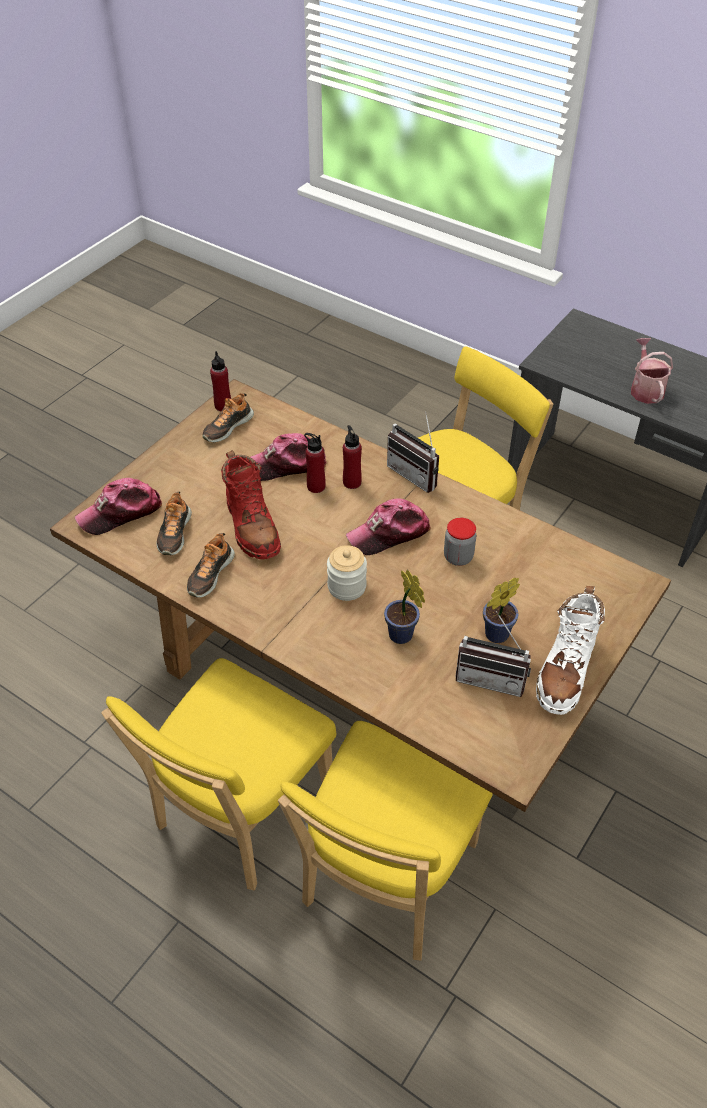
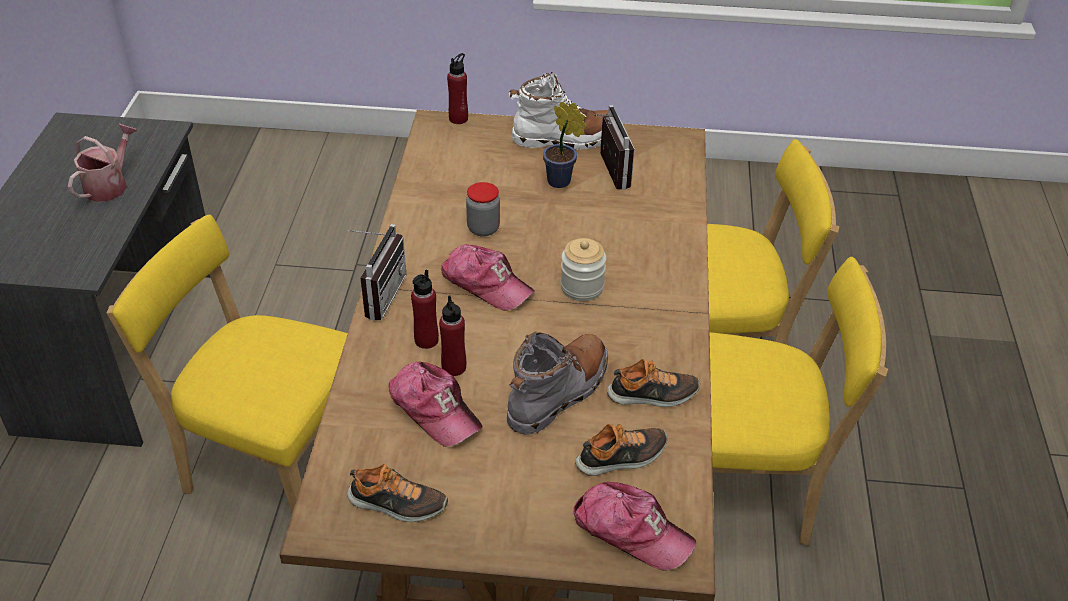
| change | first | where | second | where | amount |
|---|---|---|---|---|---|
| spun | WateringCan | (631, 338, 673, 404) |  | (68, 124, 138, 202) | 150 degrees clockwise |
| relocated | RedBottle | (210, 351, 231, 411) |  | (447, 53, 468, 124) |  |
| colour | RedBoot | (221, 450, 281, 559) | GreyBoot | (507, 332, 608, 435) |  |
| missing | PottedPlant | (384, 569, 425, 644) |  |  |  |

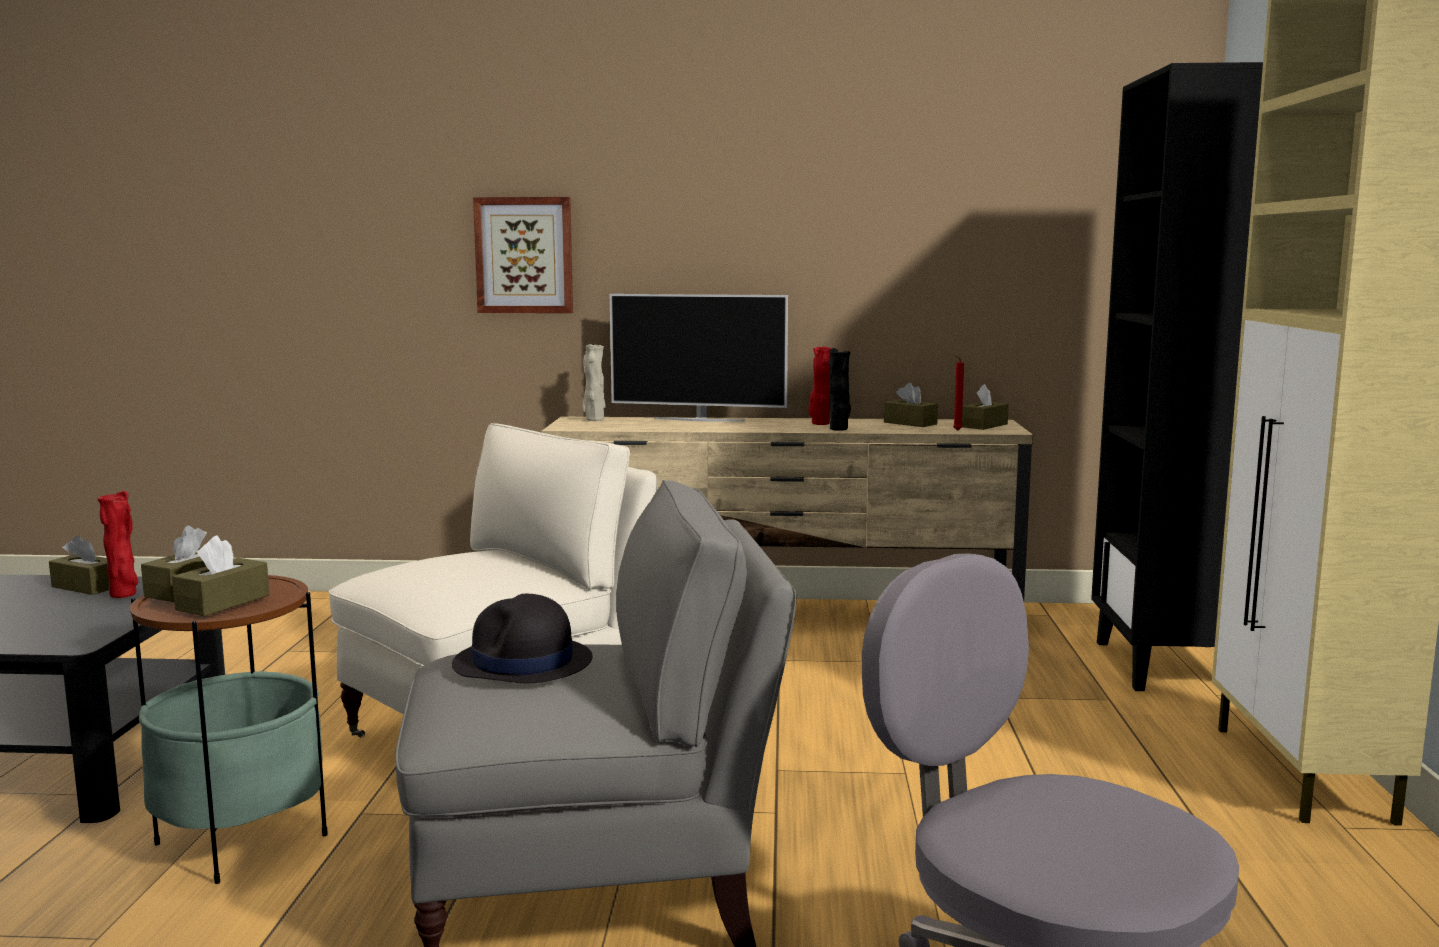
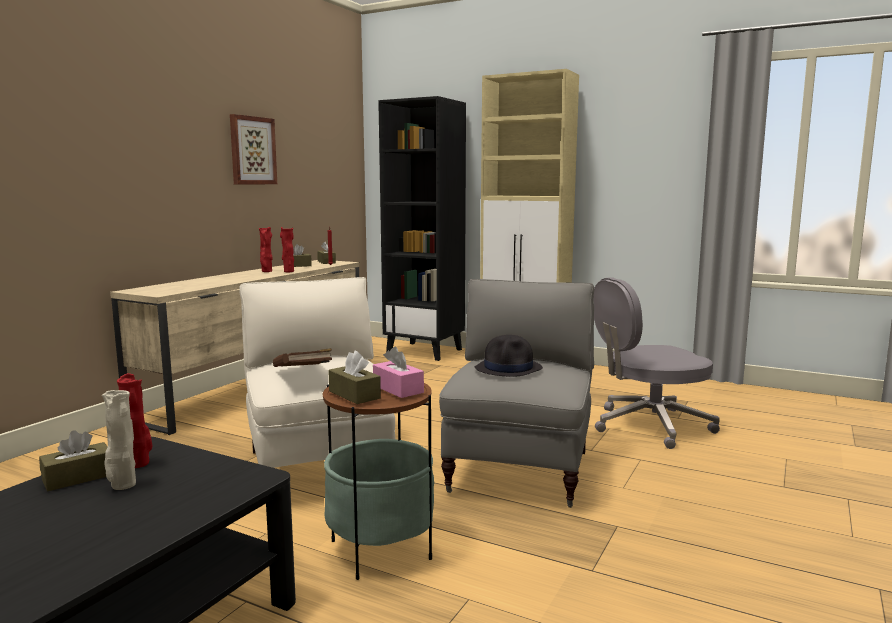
| change | first | where | second | where | amount |
|---|---|---|---|---|---|
| relocated | Picture | (473, 197, 573, 313) |  | (230, 114, 277, 184) |  |
| missing | Television | (610, 294, 788, 422) |  |  |  |
| relocated | BeigeVase | (583, 344, 605, 421) |  | (102, 390, 136, 490) |  |
| colour | BlackVase | (828, 348, 851, 431) | RedVase | (280, 227, 294, 272) |  |
| colour | BrownTissueBox | (172, 535, 269, 616) | PinkTissueBox | (373, 347, 424, 398) |  |
| appeared |  |  | BrownBook | (273, 348, 332, 367) |  |

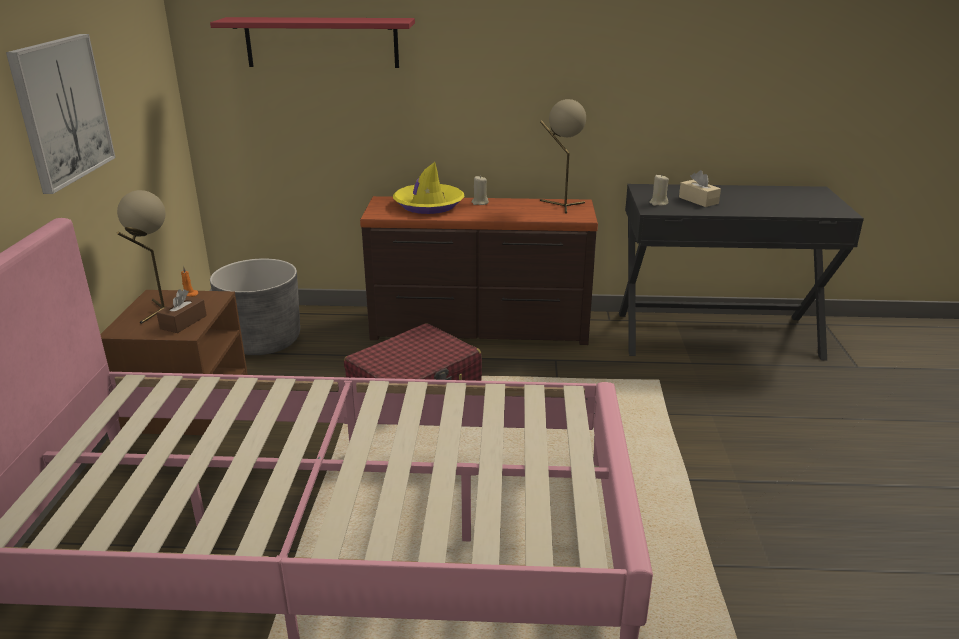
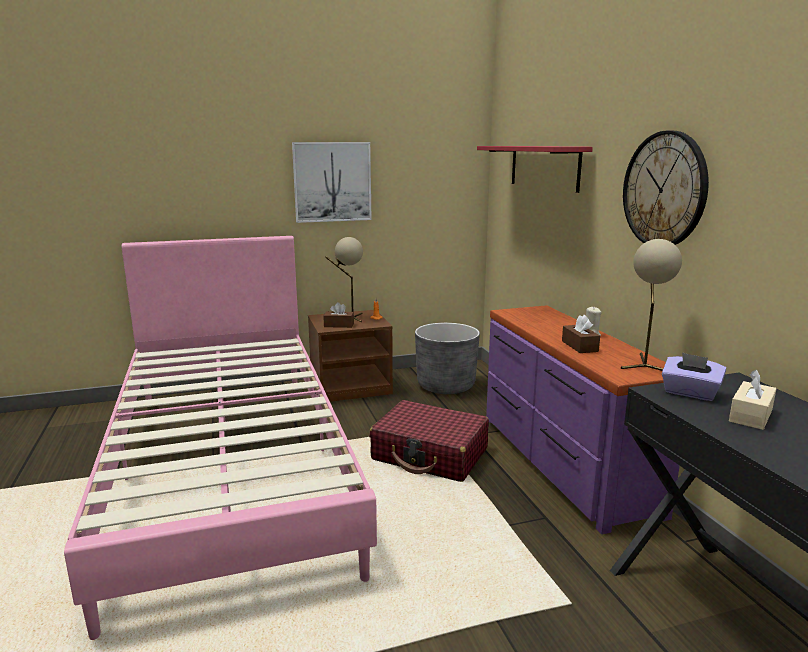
| change | first | where | second | where | amount |
|---|---|---|---|---|---|
| missing | YellowHat | (393, 162, 465, 214) |  |  |  |
| exchanged | BeigeCandle | (649, 175, 669, 206) | PurpleTissueBox | (662, 352, 726, 401) |  |
| colour | BrownDresser | (360, 196, 598, 345) | PurpleDresser | (486, 305, 680, 534) |  |
| appeared |  |  | WallClock | (623, 130, 709, 245) |  |
| appeared |  |  | BrownTissueBox | (562, 315, 600, 353) |  |

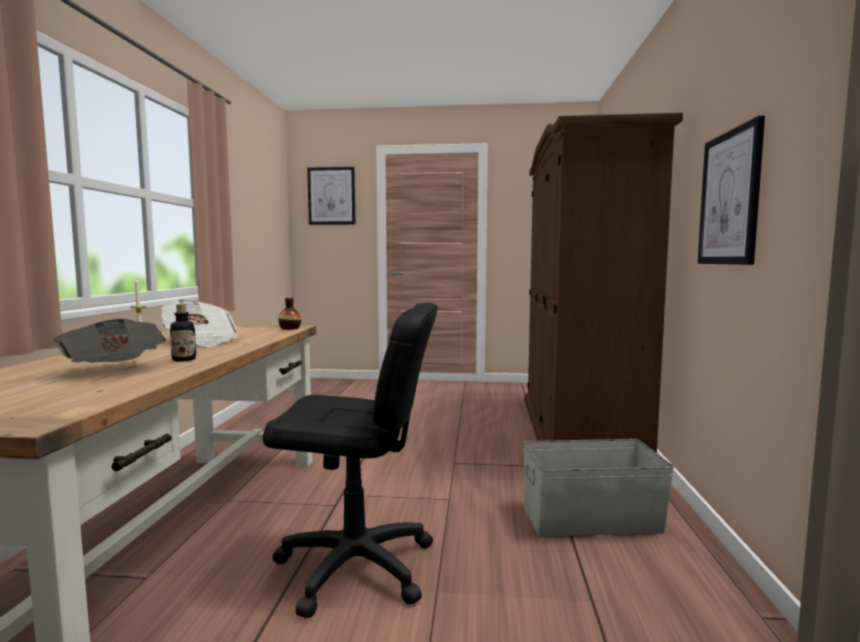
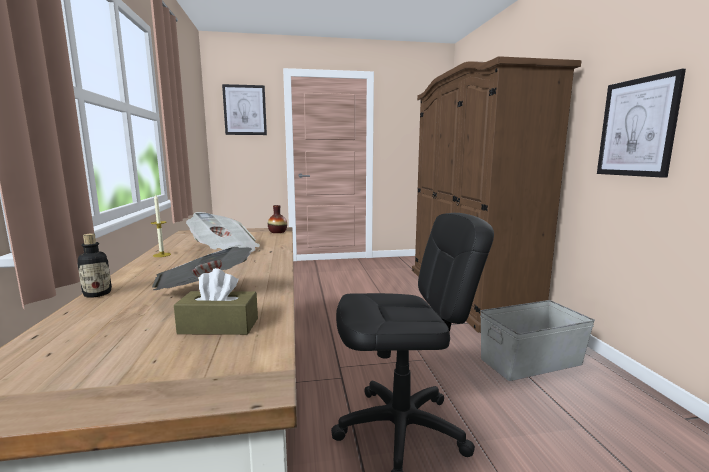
| change | first | where | second | where | amount |
|---|---|---|---|---|---|
| relocated | Bottle | (170, 304, 196, 362) |  | (77, 233, 112, 298) |  |
| appeared |  |  | BrownTissueBox | (174, 268, 258, 335) |  |

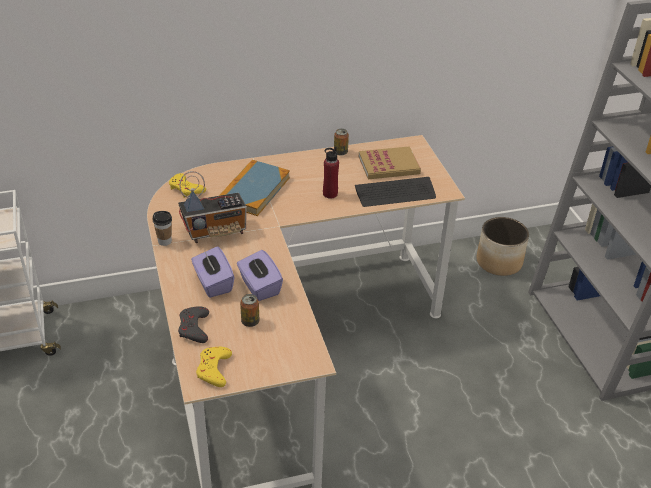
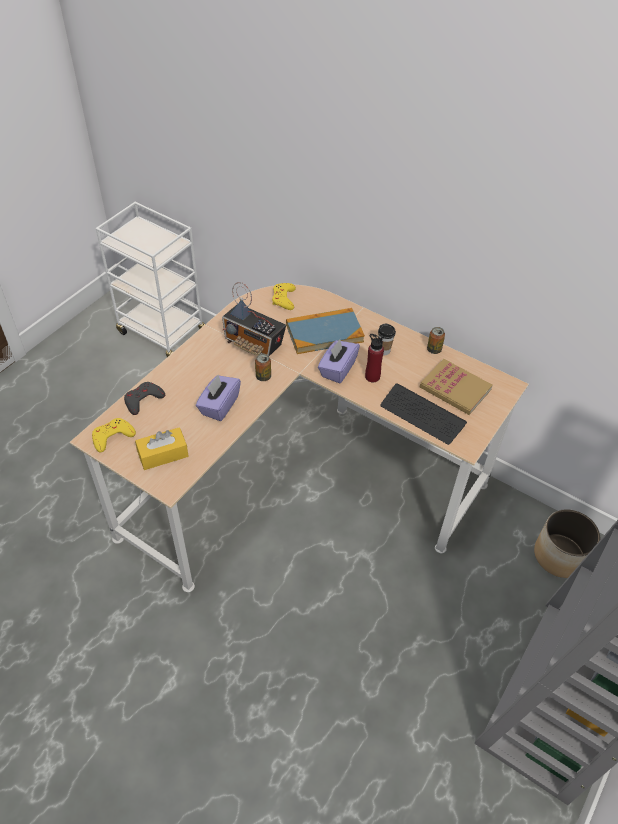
| change | first | where | second | where | amount |
|---|---|---|---|---|---|
| relocated | Cup | (152, 211, 172, 246) |  | (378, 324, 396, 355) |  |
| relocated | PurpleTissueBox | (191, 247, 234, 298) |  | (318, 339, 360, 383) |  |
| relocated | Can | (240, 294, 259, 327) |  | (255, 354, 271, 381) |  |
| appeared |  |  | YellowTissueBox | (135, 427, 189, 470) |  |

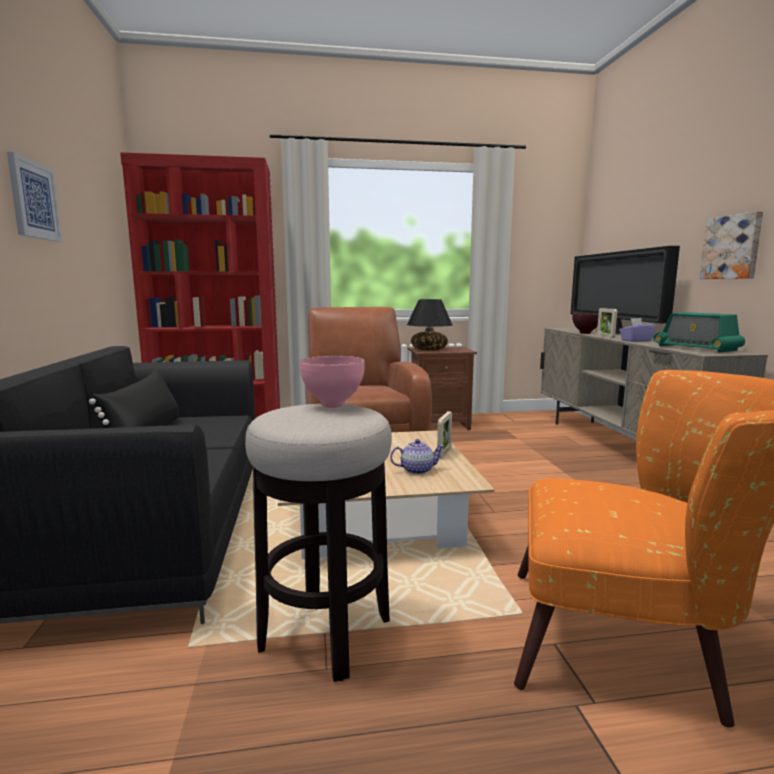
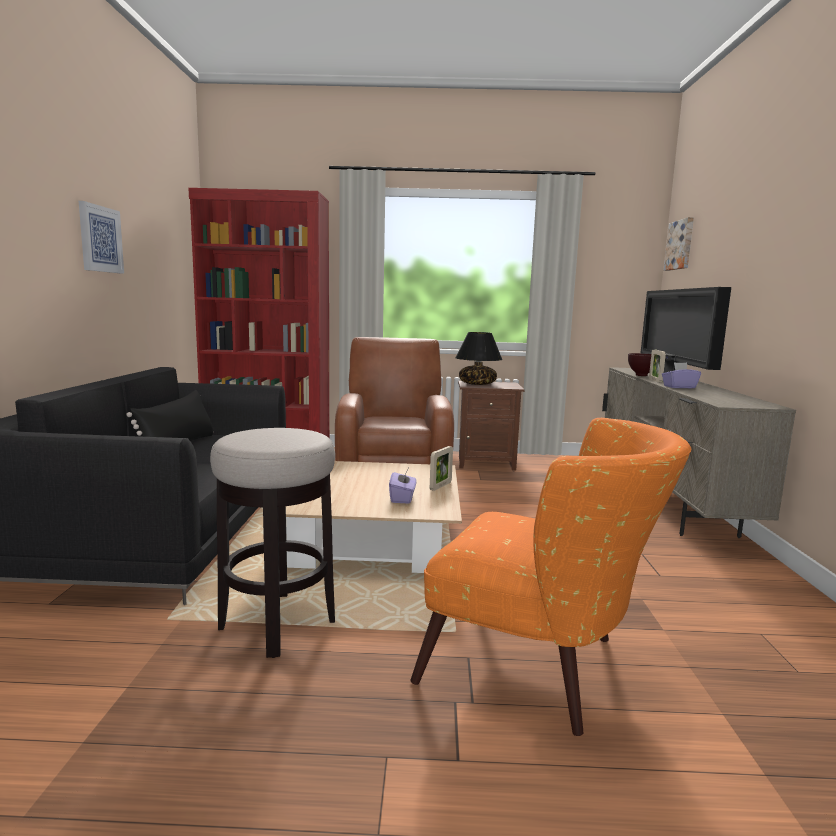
| change | first | where | second | where | amount |
|---|---|---|---|---|---|
| relocated | Picture | (699, 211, 763, 279) |  | (664, 217, 694, 271) |  |
| missing | Radio | (653, 312, 745, 353) |  |  |  |
| missing | PinkBowl | (300, 356, 365, 408) |  |  |  |
| exchanged | Teapot | (390, 439, 444, 474) | PurpleTissueBox | (389, 469, 417, 504) |  |

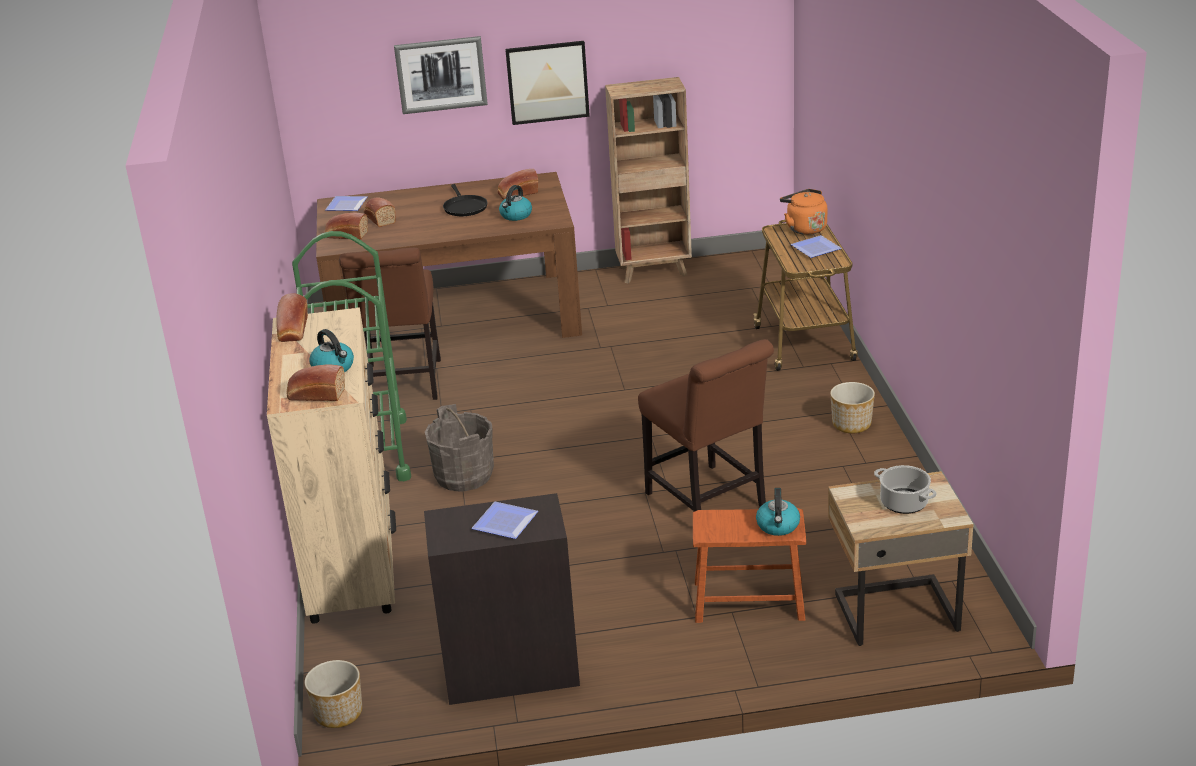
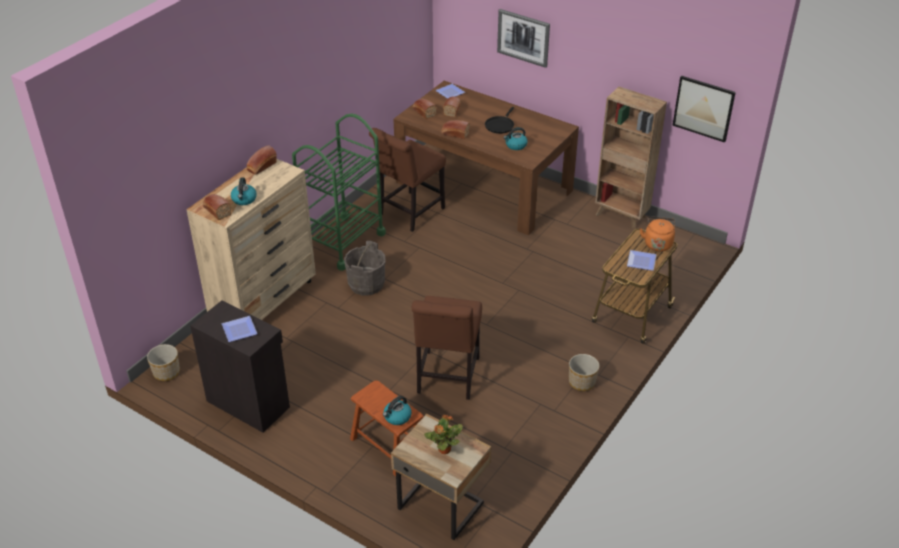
| change | first | where | second | where | amount |
|---|---|---|---|---|---|
| relocated | Picture | (505, 41, 590, 125) |  | (672, 76, 736, 143) |  |
| relocated | Bread | (498, 169, 538, 200) |  | (441, 120, 470, 139) |  |
| exchanged | CookingPot | (874, 465, 937, 514) | PottedPlant | (424, 415, 463, 454) |  |

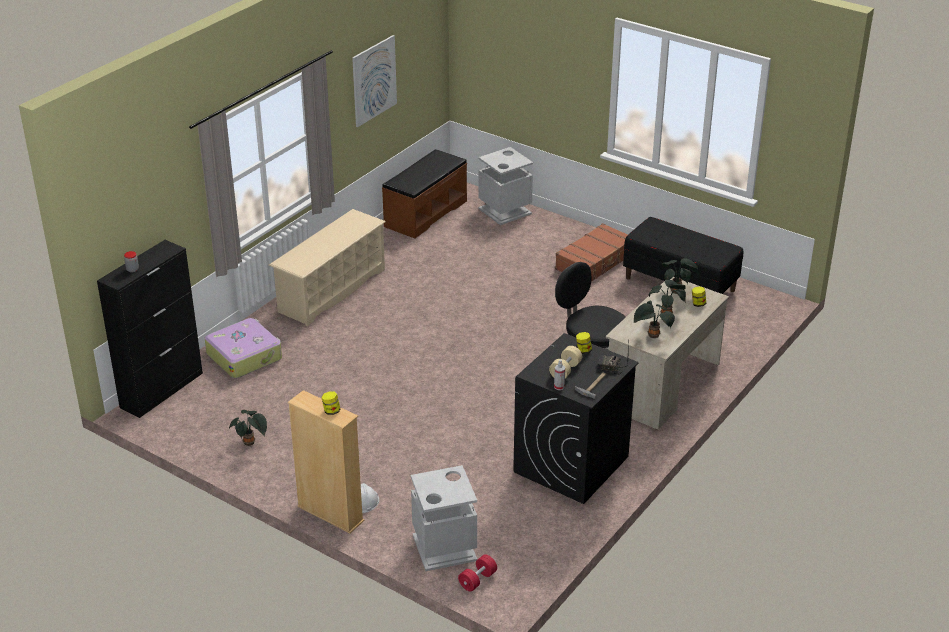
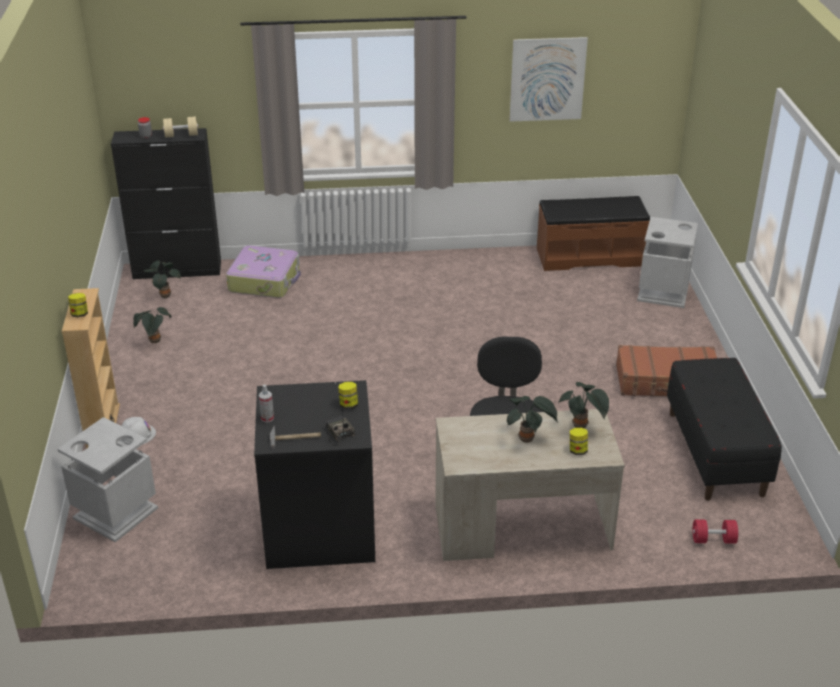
| change | first | where | second | where | amount |
|---|---|---|---|---|---|
| missing | BeigeShoeRack | (269, 209, 386, 326) |  |  |  |
| relocated | PottedPlant | (634, 301, 675, 338) |  | (143, 260, 181, 299) |  |
| relocated | BeigeDumbbell | (549, 346, 582, 379) |  | (163, 116, 198, 137) |  |
| relocated | RedDumbbell | (458, 554, 497, 591) |  | (693, 520, 738, 544) |  |

